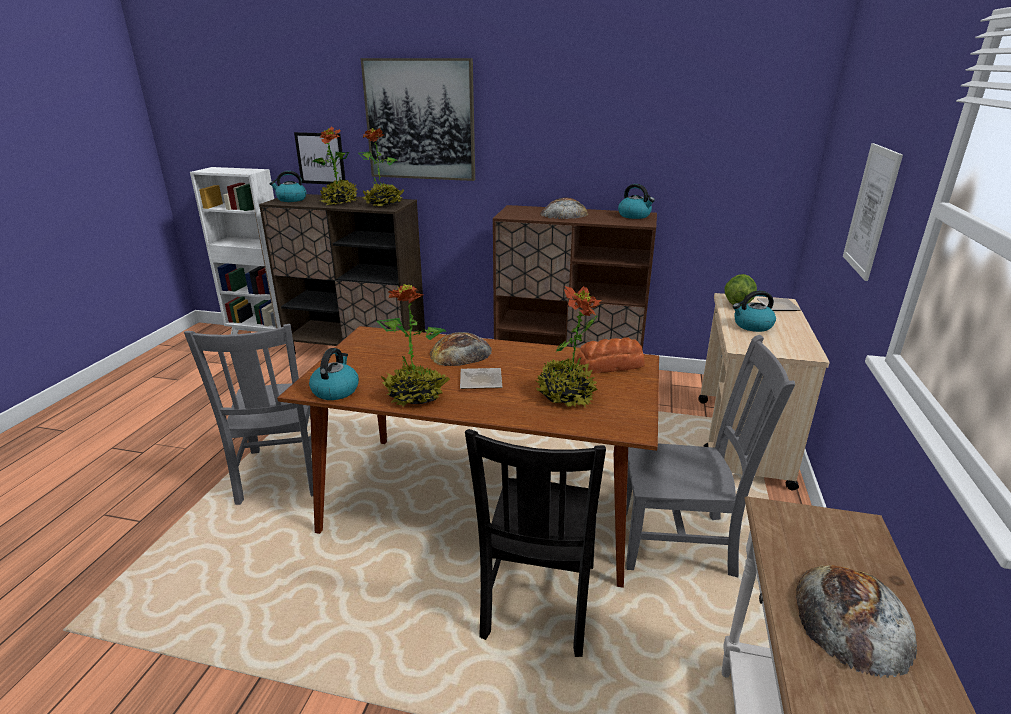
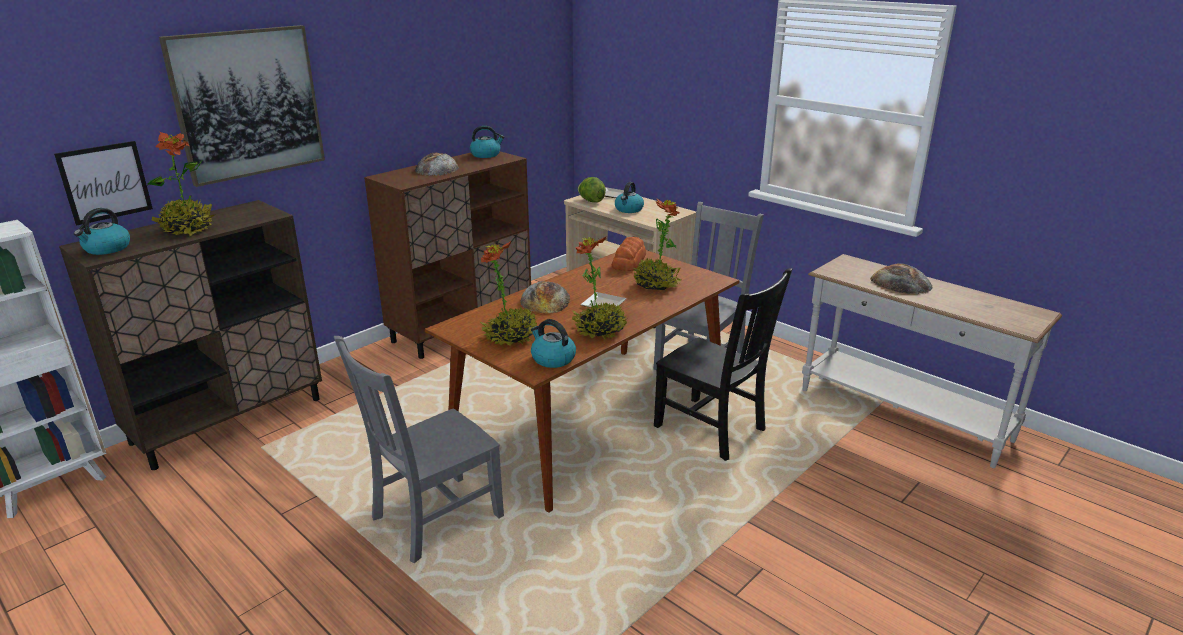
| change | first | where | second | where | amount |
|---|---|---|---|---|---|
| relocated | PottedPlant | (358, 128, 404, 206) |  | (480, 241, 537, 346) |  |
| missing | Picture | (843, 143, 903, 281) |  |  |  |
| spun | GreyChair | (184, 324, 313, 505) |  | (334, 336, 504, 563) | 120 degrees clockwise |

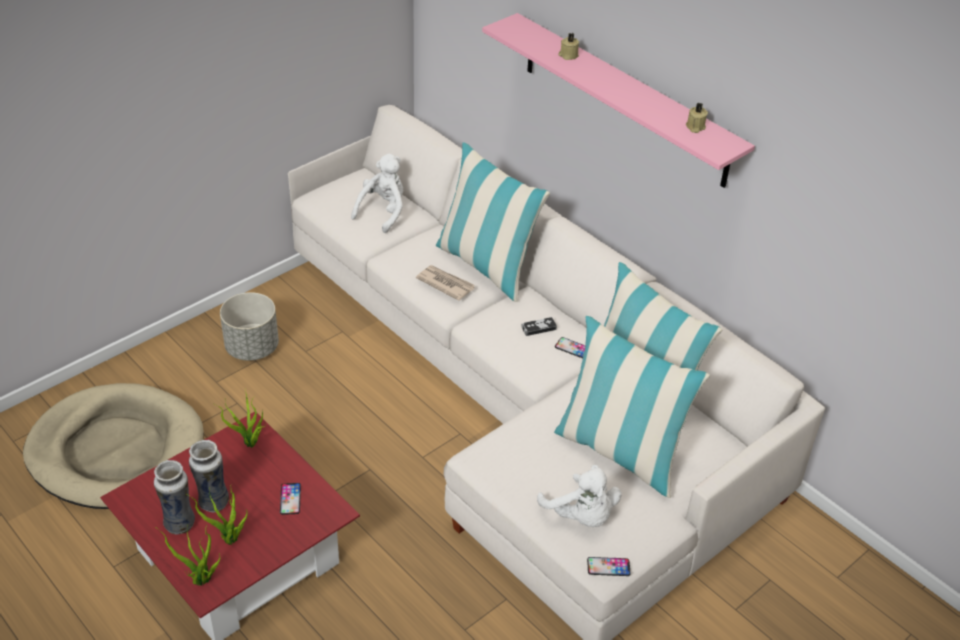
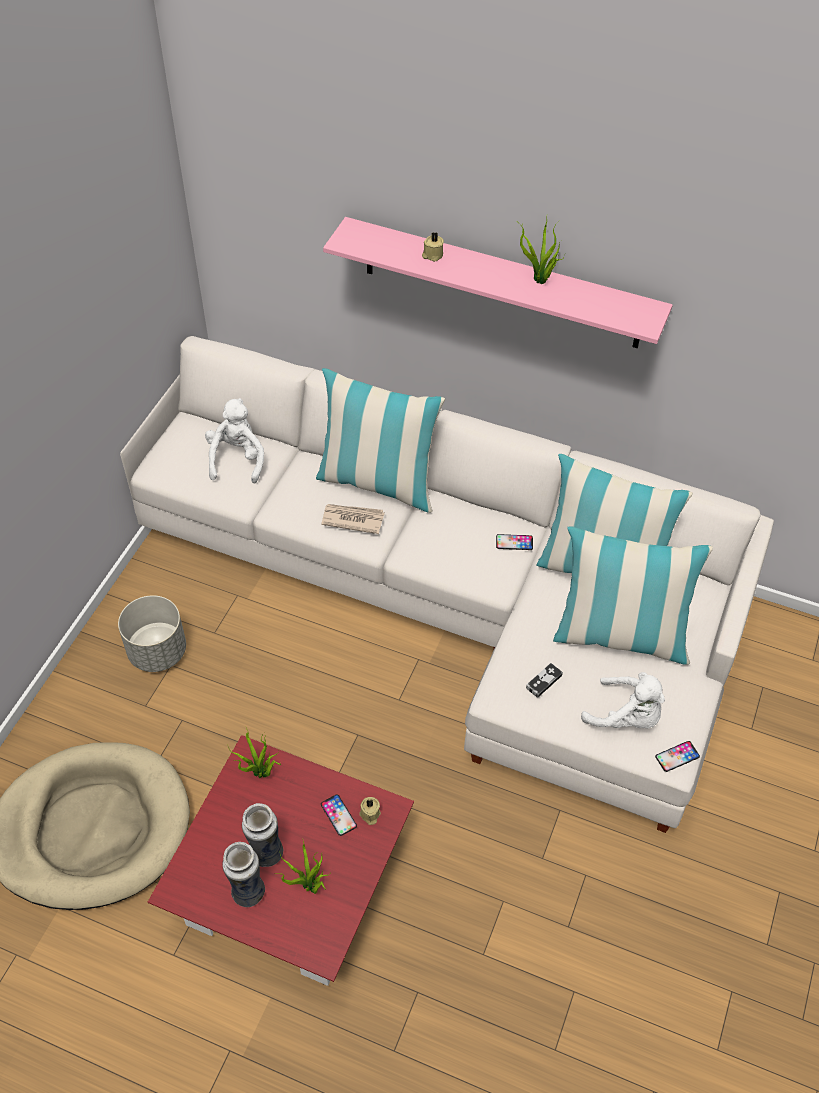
| change | first | where | second | where | amount |
|---|---|---|---|---|---|
| relocated | BeigeCandle | (686, 103, 708, 133) |  | (359, 797, 381, 825) |  |
| relocated | GameController | (521, 317, 557, 336) |  | (526, 663, 563, 698) |  |
| relocated | PottedPlant | (158, 524, 220, 585) |  | (519, 221, 562, 284) |  |

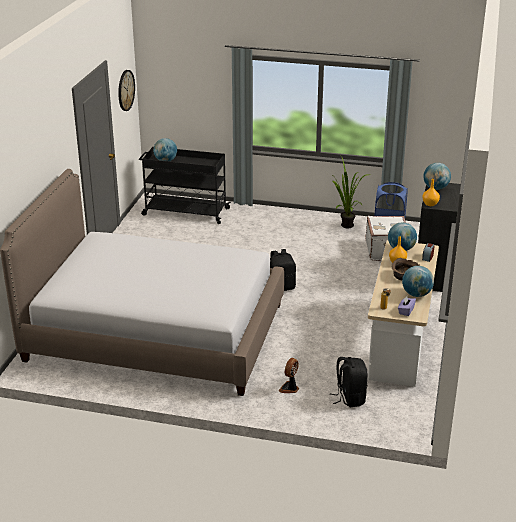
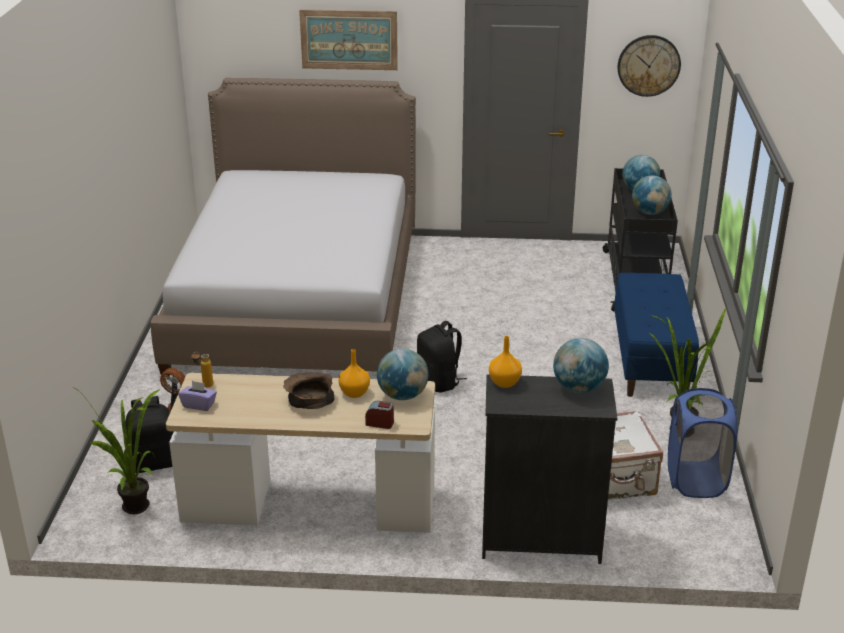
| change | first | where | second | where | amount |
|---|---|---|---|---|---|
| relocated | Globe | (402, 266, 434, 297) |  | (632, 175, 672, 215) |  |
| appeared |  |  | Picture | (299, 9, 398, 70) |  |
| appeared |  |  | BlueBench | (614, 273, 699, 397) |  |
| appeared |  |  | PottedPlant | (75, 388, 160, 514) |  |

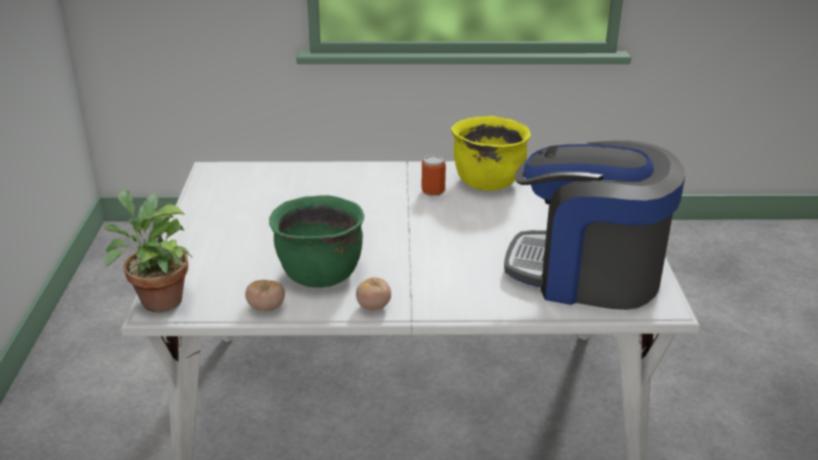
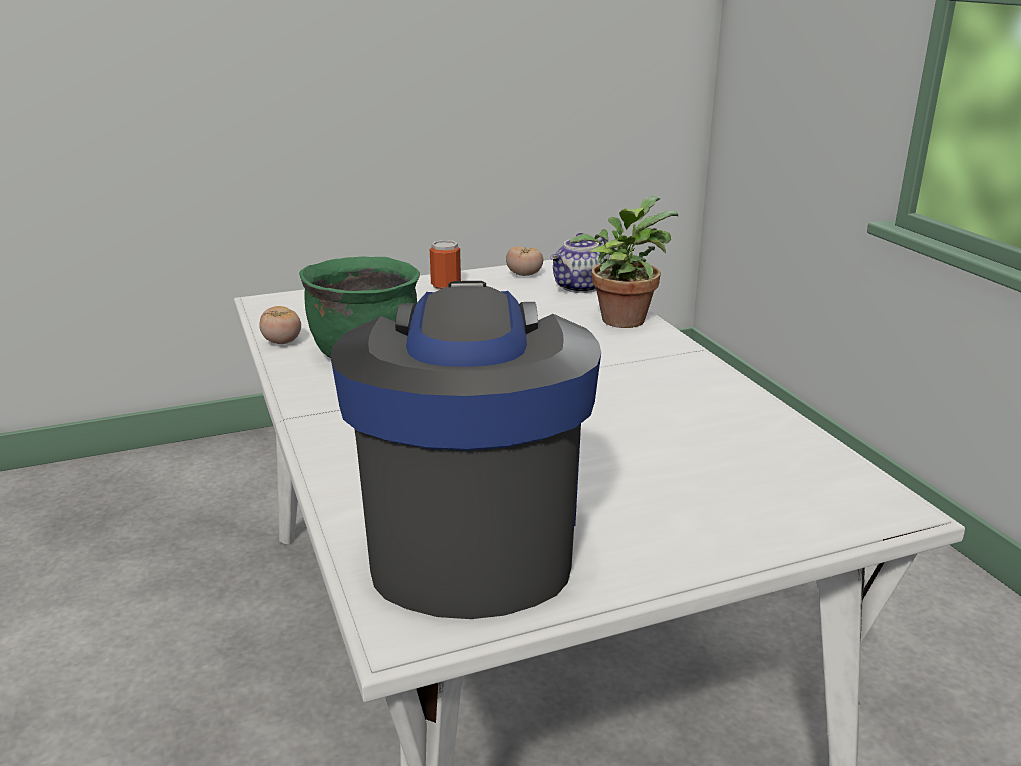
| change | first | where | second | where | amount |
|---|---|---|---|---|---|
| missing | YellowCookingPot | (451, 116, 531, 191) |  |  |  |
| relocated | Can | (422, 155, 446, 196) |  | (430, 240, 461, 290) |  |
| relocated | PottedPlant | (104, 190, 192, 312) |  | (570, 196, 678, 328) |  |
| relocated | Tomato | (356, 277, 391, 311) |  | (506, 246, 543, 276) |  |
| appeared |  |  | Teapot | (550, 233, 610, 293) |  |

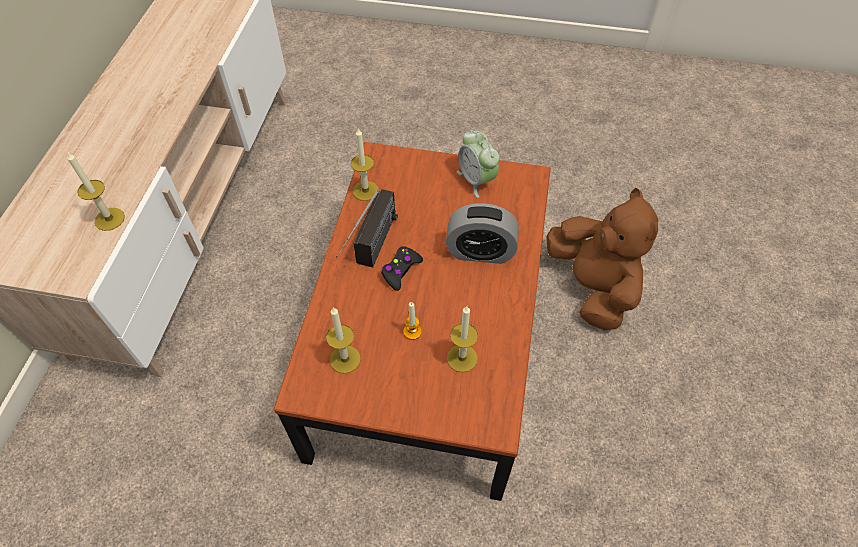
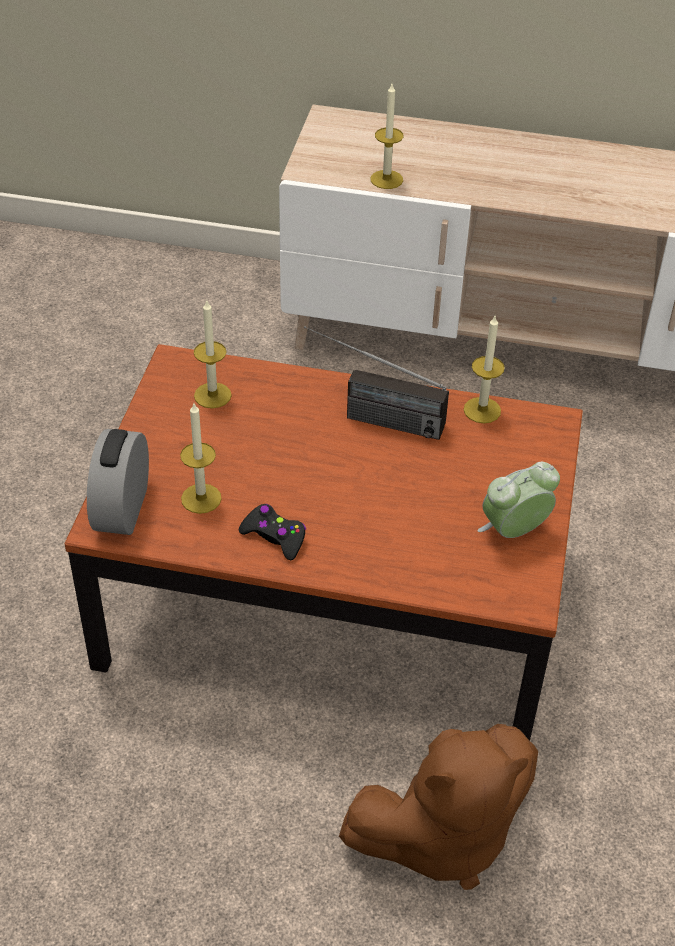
| change | first | where | second | where | amount |
|---|---|---|---|---|---|
| relocated | AlarmClock | (446, 203, 519, 264) |  | (87, 429, 149, 535) |  |
| relocated | BlackGameController | (381, 246, 423, 291) |  | (239, 504, 306, 560) |  |
| missing | Candle | (403, 302, 422, 340) |  |  |  |

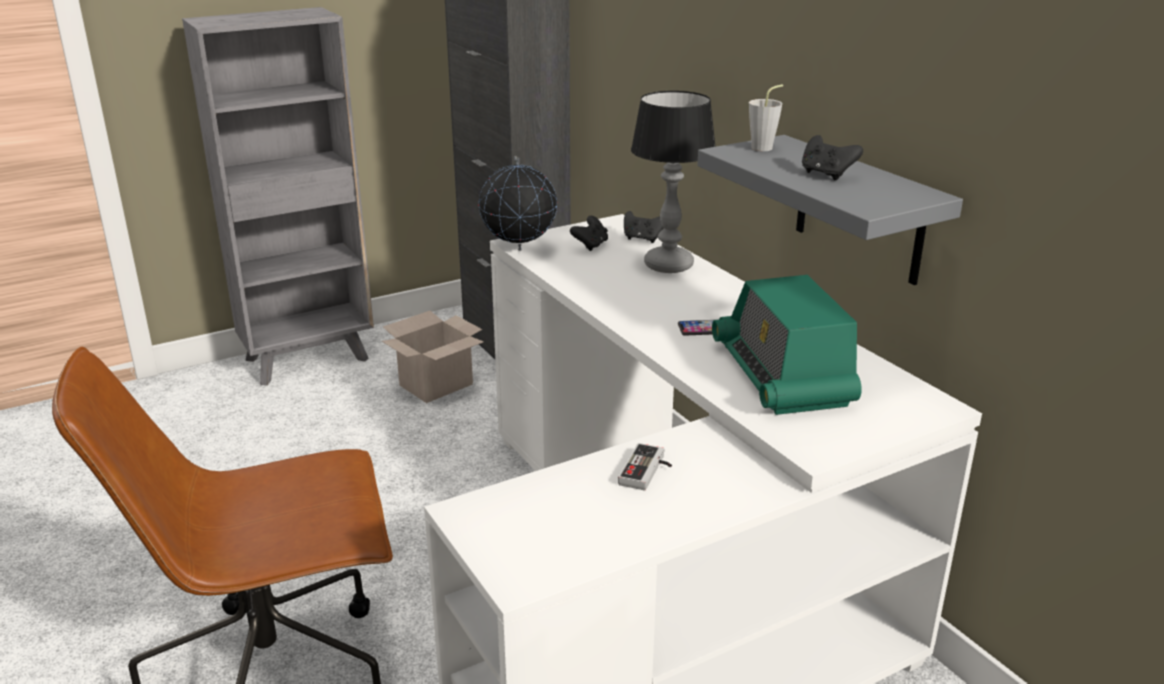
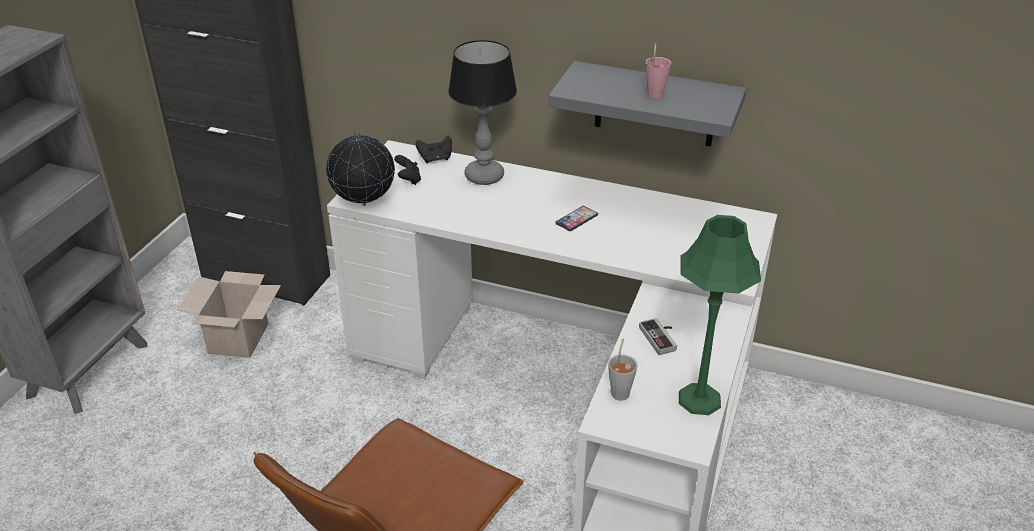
| change | first | where | second | where | amount |
|---|---|---|---|---|---|
| relocated | GreyCup | (749, 84, 783, 151) |  | (608, 339, 638, 401) |  |
| exchanged | BlackGameController | (802, 135, 863, 180) | PinkCup | (646, 43, 671, 98) |  |
| missing | Radio | (712, 275, 862, 415) |  |  |  |
| appeared |  |  | GreenTableLamp | (679, 215, 761, 415) |  |

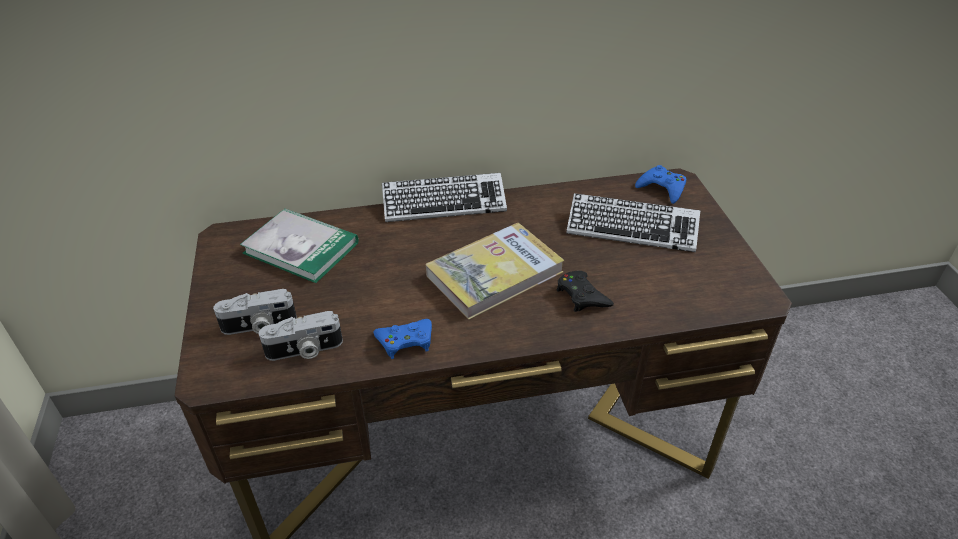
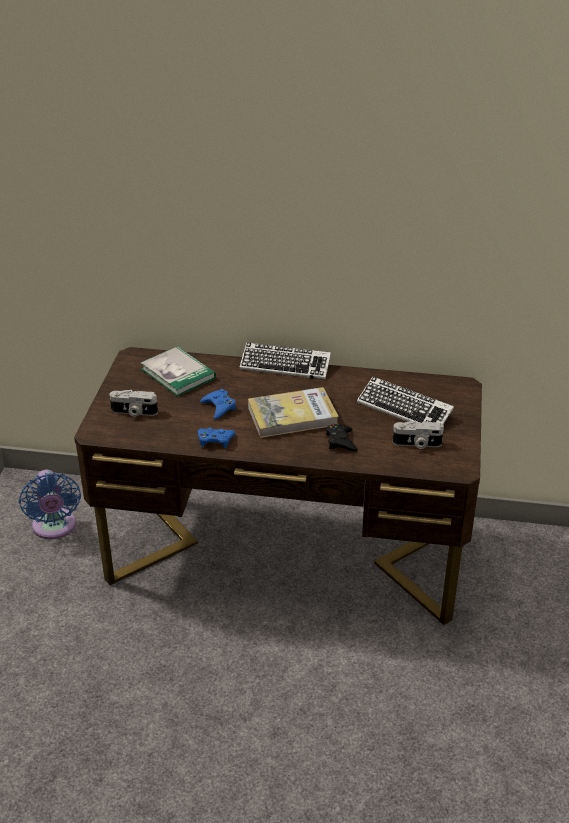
| change | first | where | second | where | amount |
|---|---|---|---|---|---|
| relocated | BlueGameController | (635, 165, 686, 204) |  | (200, 389, 236, 419) |  |
| relocated | PhotoCamera | (259, 311, 343, 361) |  | (392, 421, 444, 449) |  |
| appeared |  |  | BlueFan | (19, 470, 81, 539) |  |

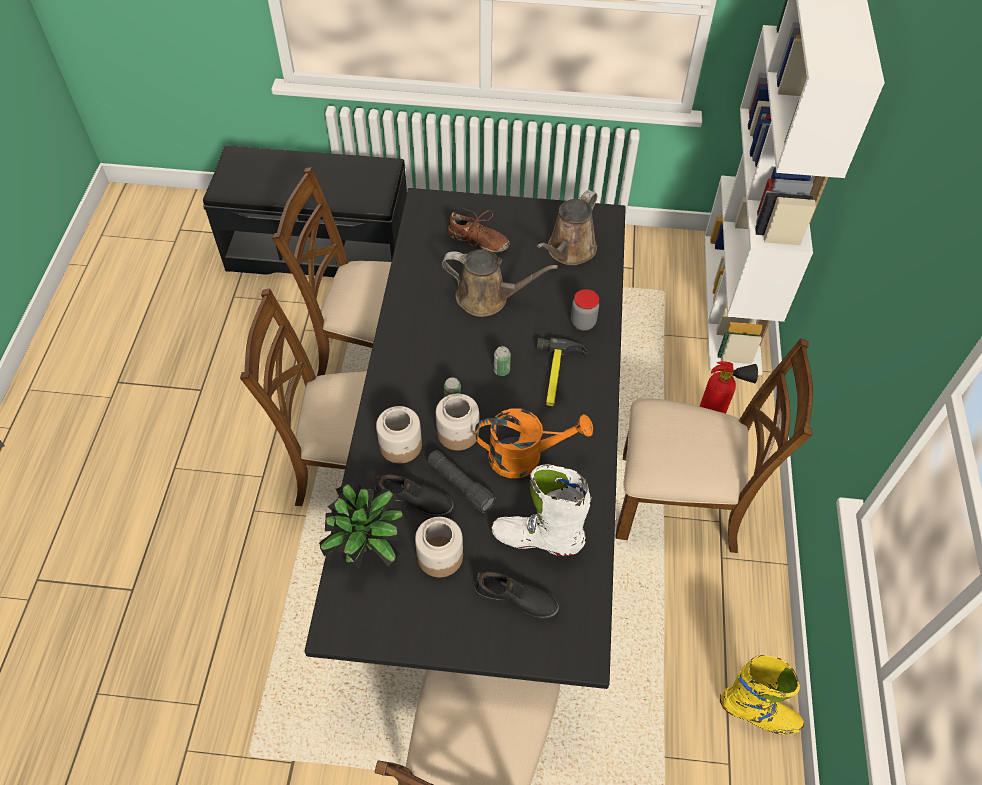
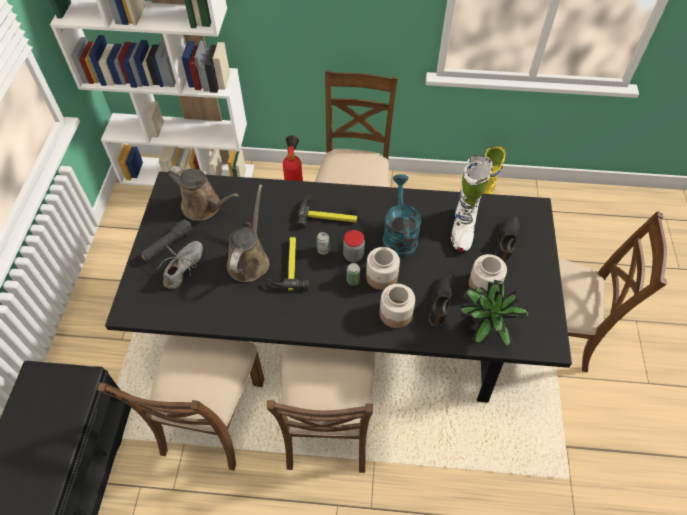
| change | first | where | second | where | amount |
|---|---|---|---|---|---|
| colour | BrownShoe | (448, 207, 509, 253) | GreyShoe | (157, 241, 203, 289) |  |
| relocated | Jar | (571, 289, 599, 330) |  | (343, 230, 365, 262) |  |
| colour | OrangeWateringCan | (475, 408, 593, 478) | TurquoiseWateringCan | (383, 174, 422, 258) |  |
| relocated | BlackFlashlight | (427, 450, 496, 513) |  | (140, 219, 193, 262) |  |
| appeared |  |  | Hammer | (267, 237, 309, 291) |  |

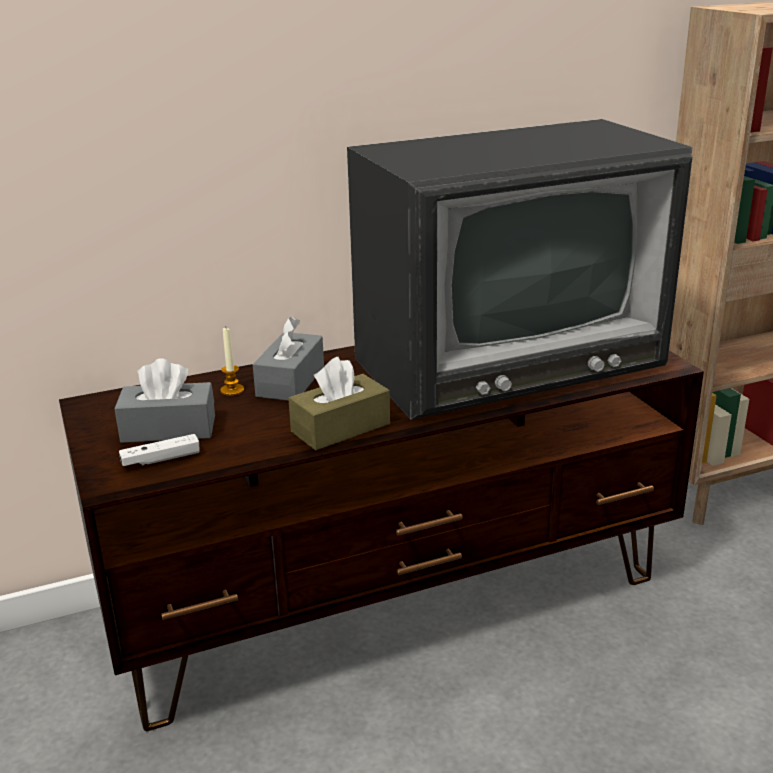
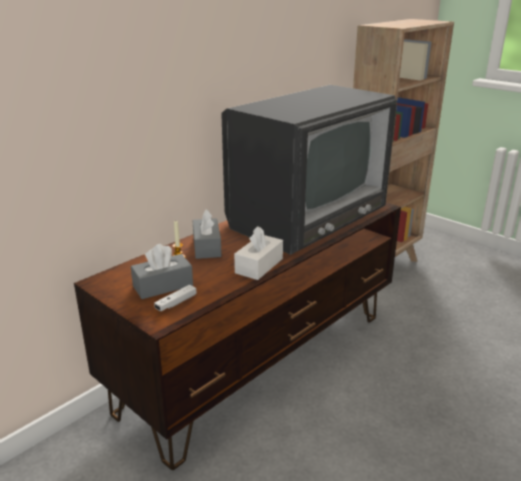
| change | first | where | second | where | amount |
|---|---|---|---|---|---|
| colour | BrownTissueBox | (288, 357, 390, 450) | WhiteTissueBox | (234, 226, 283, 280) |  |

